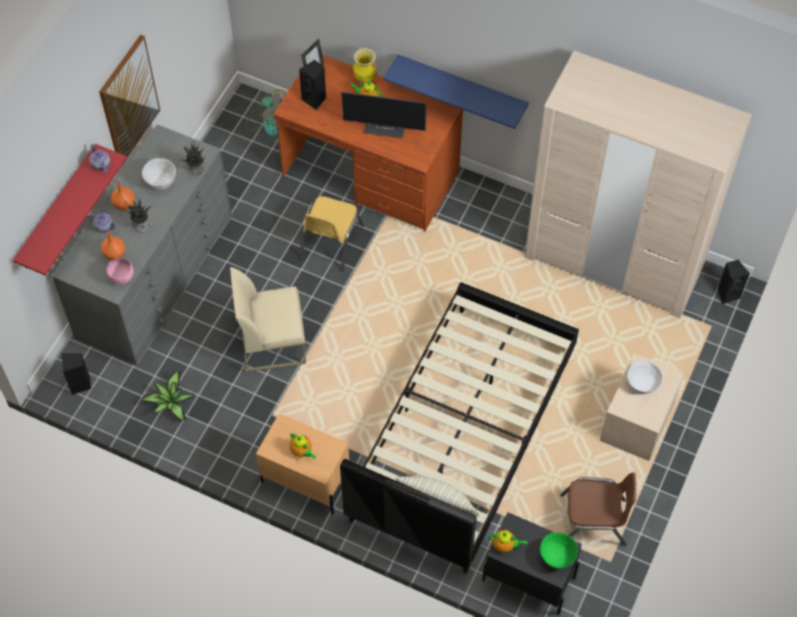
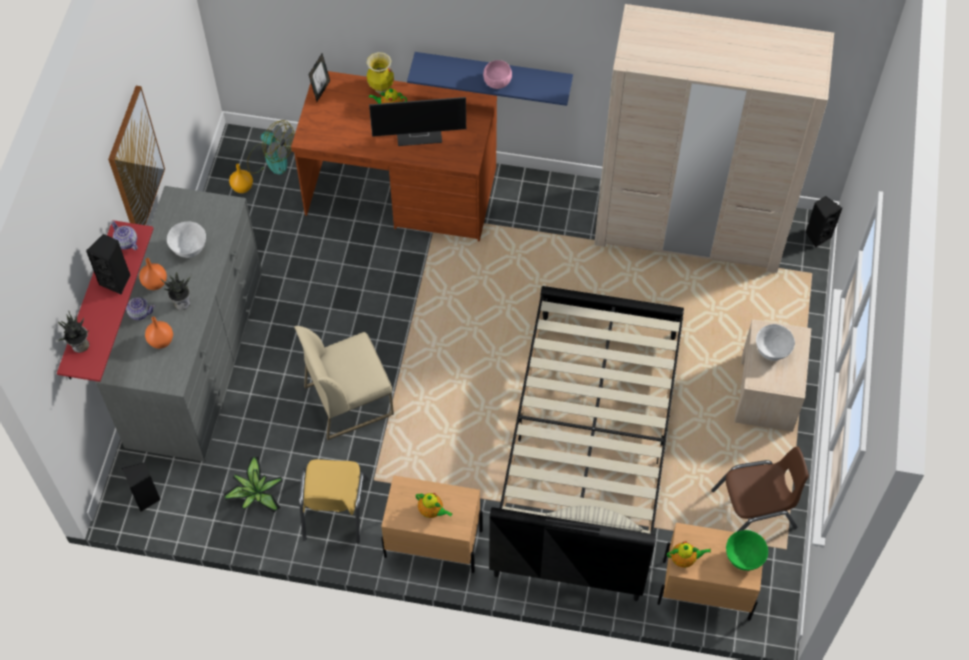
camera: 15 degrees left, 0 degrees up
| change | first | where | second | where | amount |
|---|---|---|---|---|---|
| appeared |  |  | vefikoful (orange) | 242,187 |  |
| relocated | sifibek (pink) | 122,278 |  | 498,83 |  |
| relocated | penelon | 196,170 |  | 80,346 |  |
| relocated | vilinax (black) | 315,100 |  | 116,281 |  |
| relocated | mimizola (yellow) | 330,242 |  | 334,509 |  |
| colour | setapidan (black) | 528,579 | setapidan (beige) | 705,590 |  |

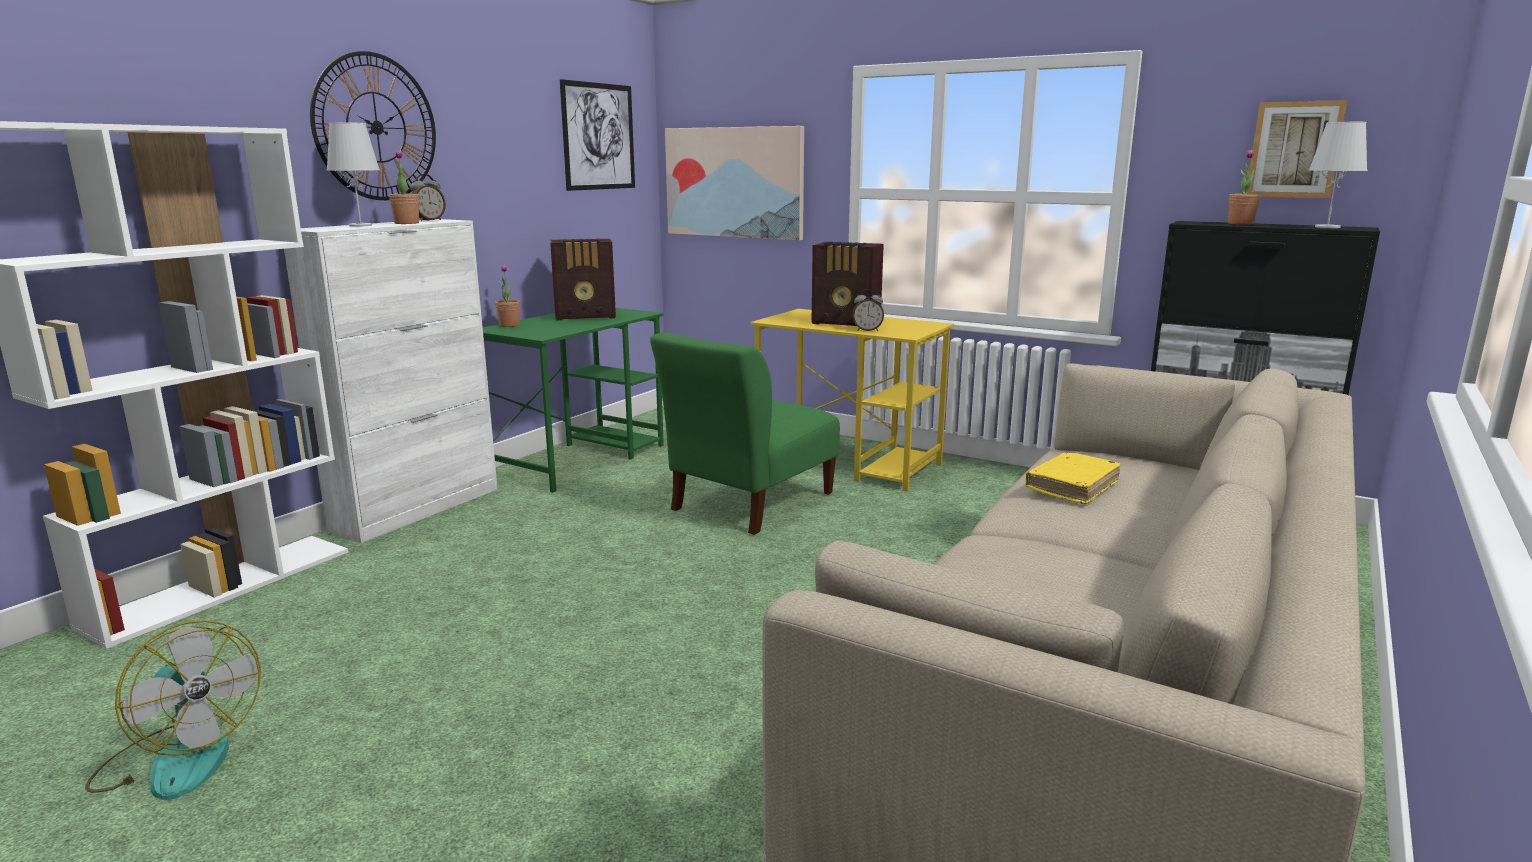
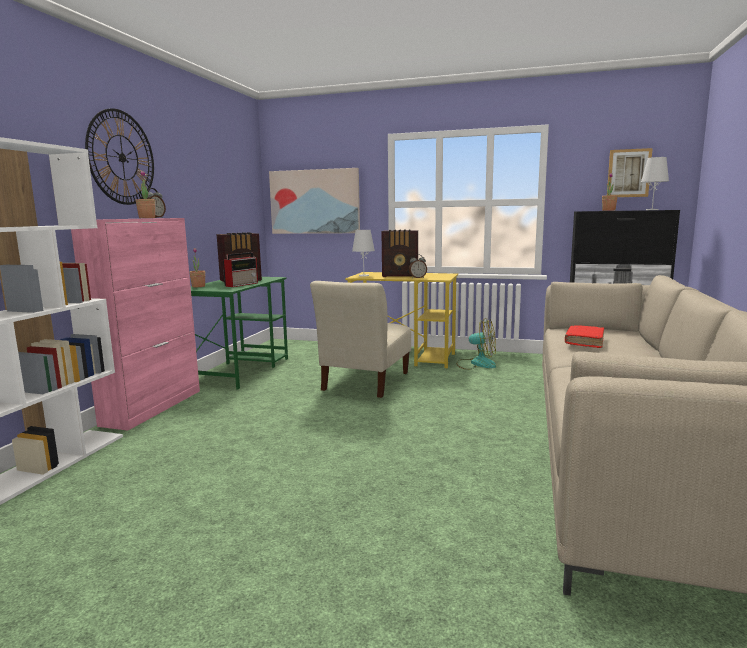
camera: 15 degrees left, 5 degrees down
| change | first | where | second | where | amount |
|---|---|---|---|---|---|
| missing | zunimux | 598,136 |  |  |  |
| appeared |  |  | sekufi | 242,284 |  |
| relocated | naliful | 179,759 |  | 476,363 |  |
| relocated | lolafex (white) | 360,225 |  | 364,275 |  |
| colour | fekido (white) | 418,509 | fekido (pink) | 153,407 |  |
| colour | mimizola (green) | 748,504 | mimizola (beige) | 364,383 |  |
| colour | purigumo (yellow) | 1072,487 | purigumo (red) | 584,342 |  |

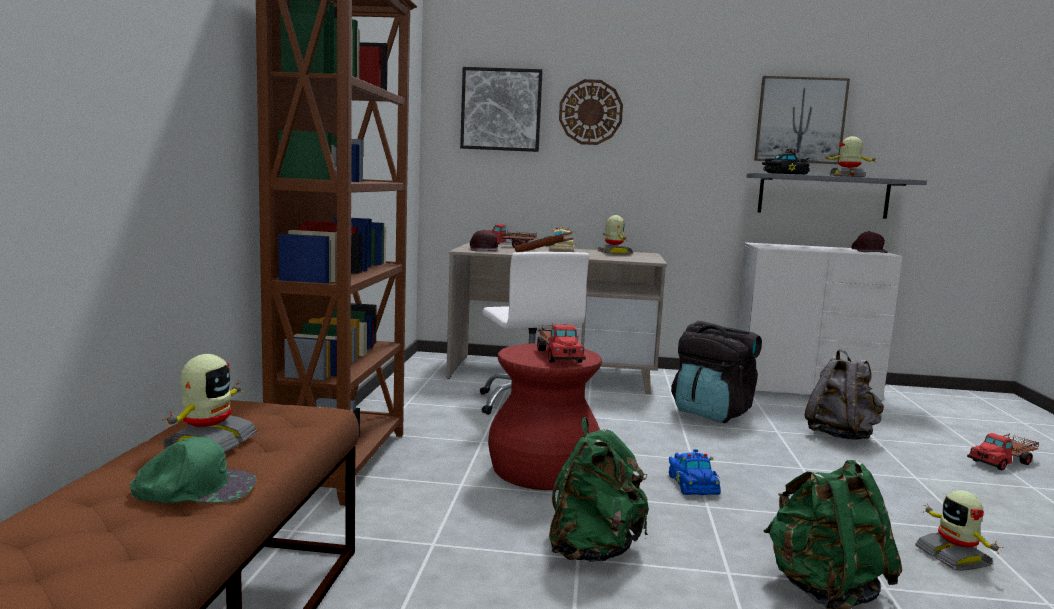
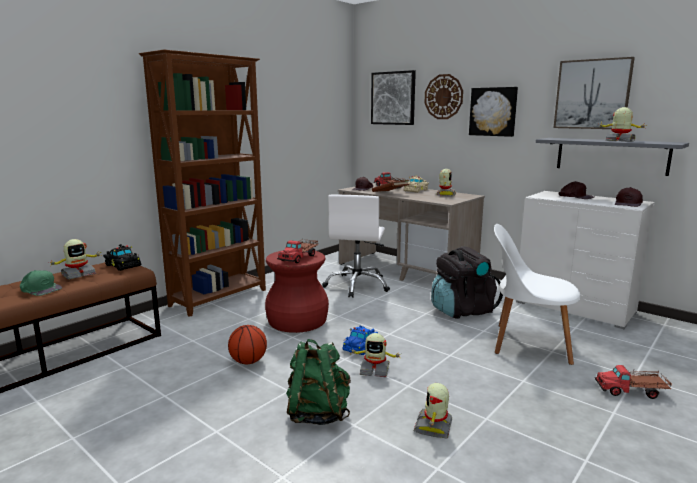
camera: 35 degrees right, 5 degrees up
| change | first | where | second | where | amount |
|---|---|---|---|---|---|
| appeared |  |  | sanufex | 374,370 |  |
| appeared |  |  | zunimux | 493,111 |  |
| appeared |  |  | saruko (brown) | 576,196 |  |
| relocated | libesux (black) | 784,174 |  | 123,265 |  |
| exchanged | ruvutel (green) | 593,550 | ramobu | 248,362 |  |
| exchanged | ruvutel (grey) | 840,435 | mimizola (white) | 528,343 |  |

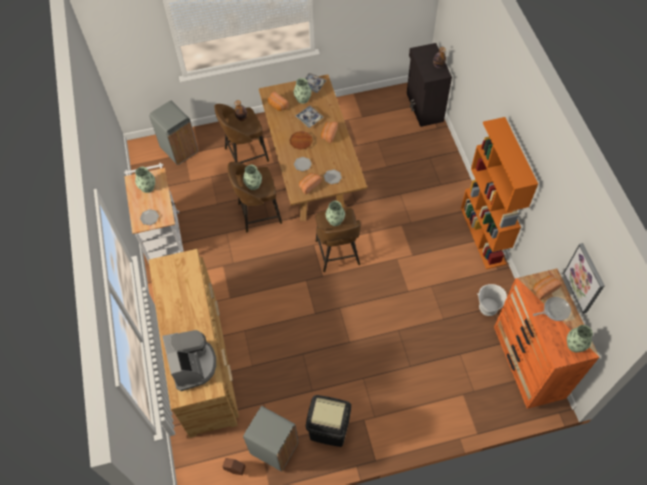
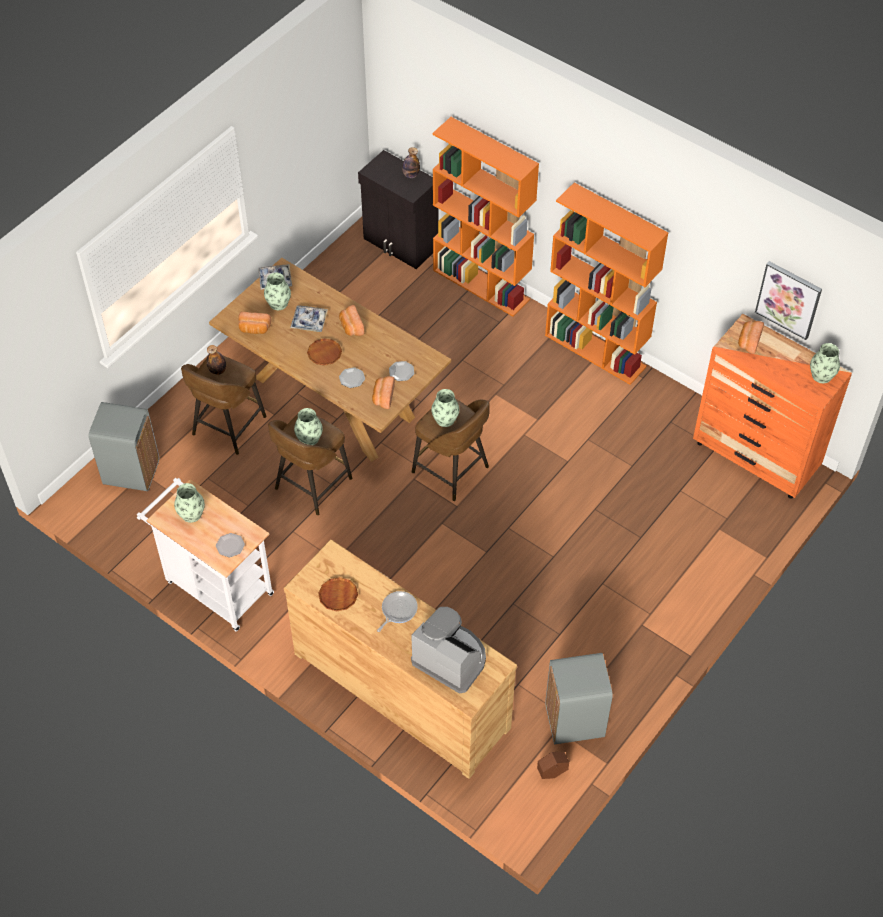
camera: 40 degrees left, 5 degrees down
| change | first | where | second | where | amount |
|---|---|---|---|---|---|
| missing | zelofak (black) | 329,429 |  |  |  |
| missing | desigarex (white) | 488,307 |  |  |  |
| appeared |  |  | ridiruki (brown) | 338,596 |  |
| appeared |  |  | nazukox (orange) | 482,285 |  |
| relocated | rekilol | 554,310 |  | 397,610 |  |

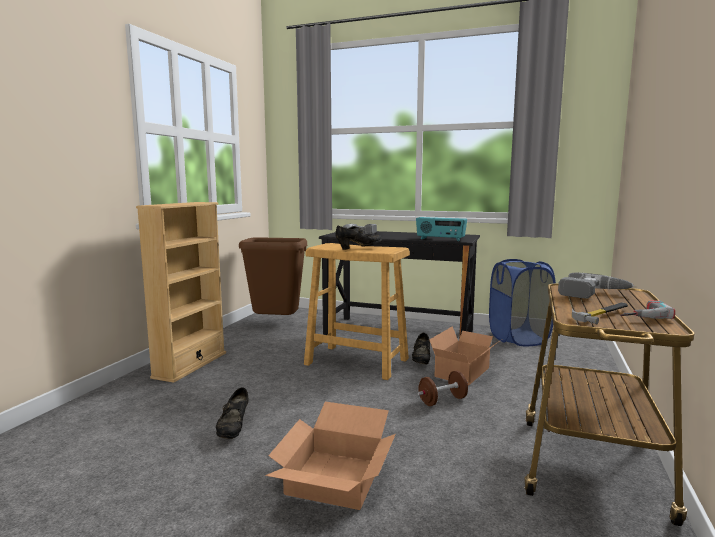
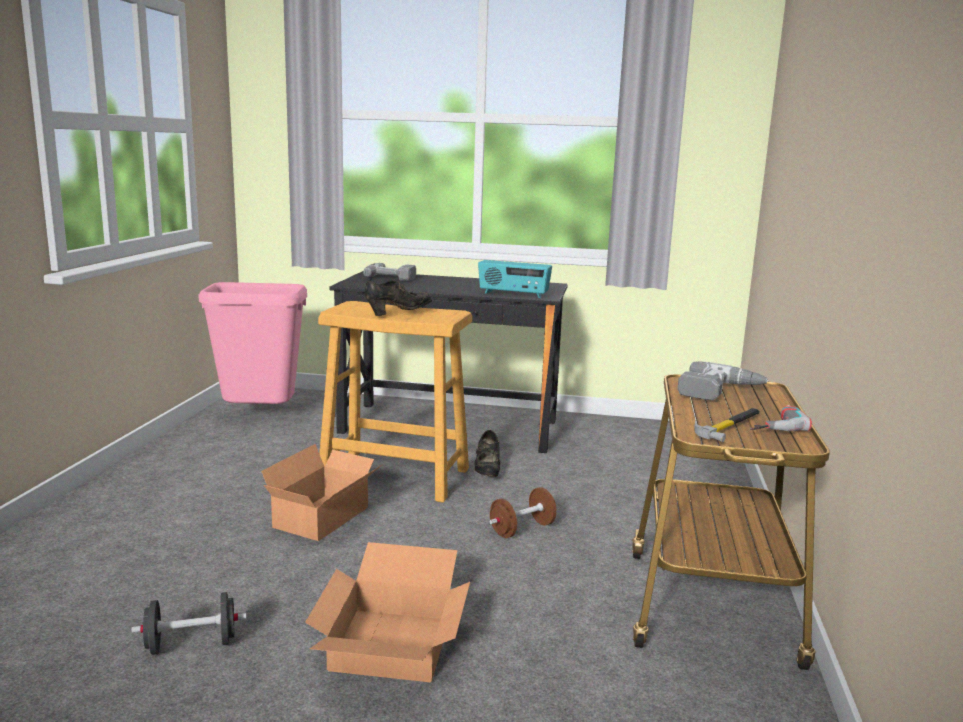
camera: 10 degrees left, 5 degrees up
| change | first | where | second | where | amount |
|---|---|---|---|---|---|
| missing | nazukox (beige) | 190,365 |  |  |  |
| missing | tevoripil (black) | 233,429 |  |  |  |
| missing | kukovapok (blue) | 518,338 |  |  |  |
| appeared |  |  | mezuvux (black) | 191,644 |  |
| relocated | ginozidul | 465,372 |  | 326,517 |  |
| colour | zelofak (brown) | 275,323 | zelofak (pink) | 258,417 |  |

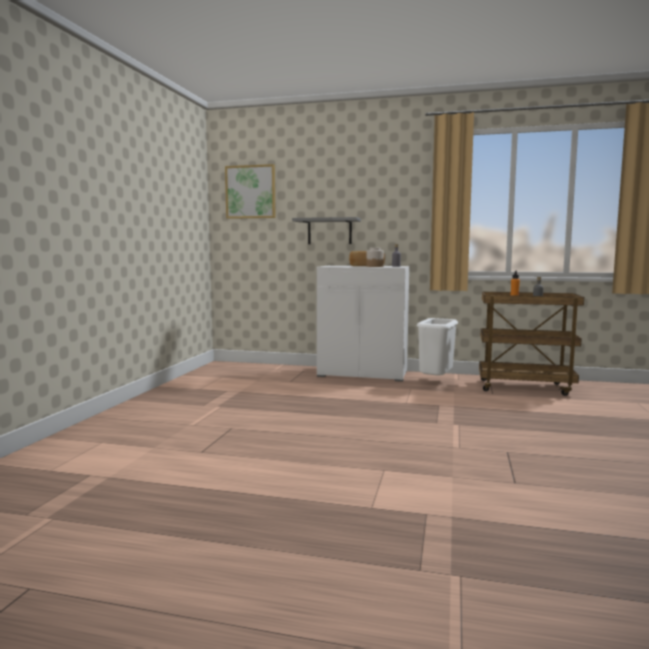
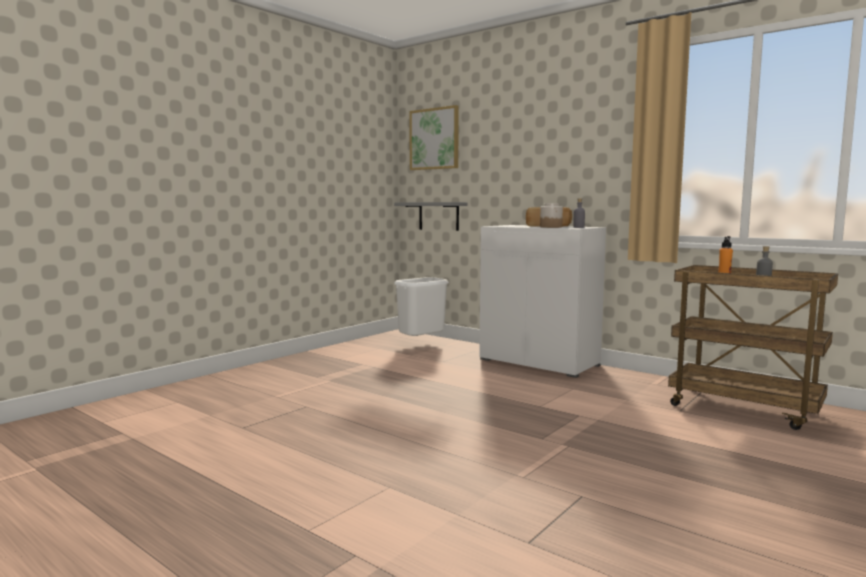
camera: 25 degrees right, 0 degrees up
| change | first | where | second | where | amount |
|---|---|---|---|---|---|
| relocated | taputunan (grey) | 329,231 |  | 439,216 |  |
| relocated | zelofak (white) | 435,382 |  | 421,344 |  |

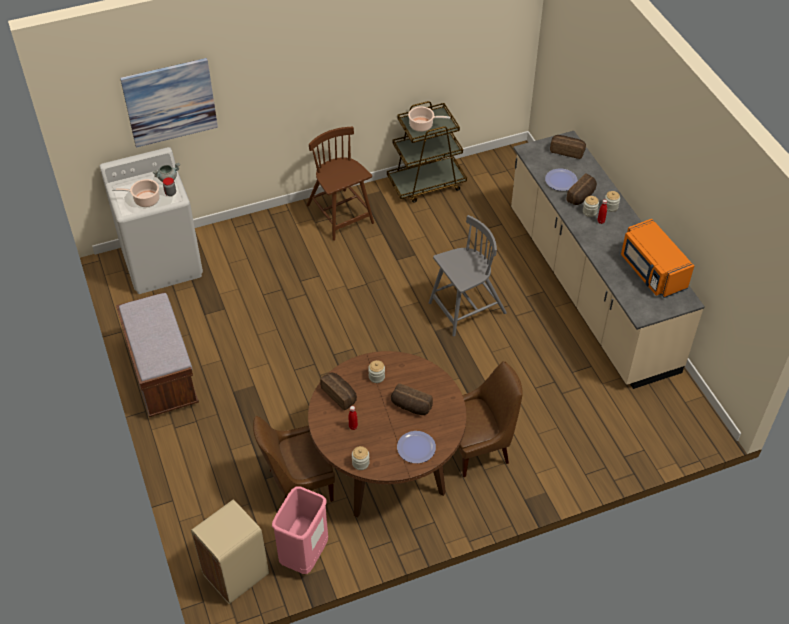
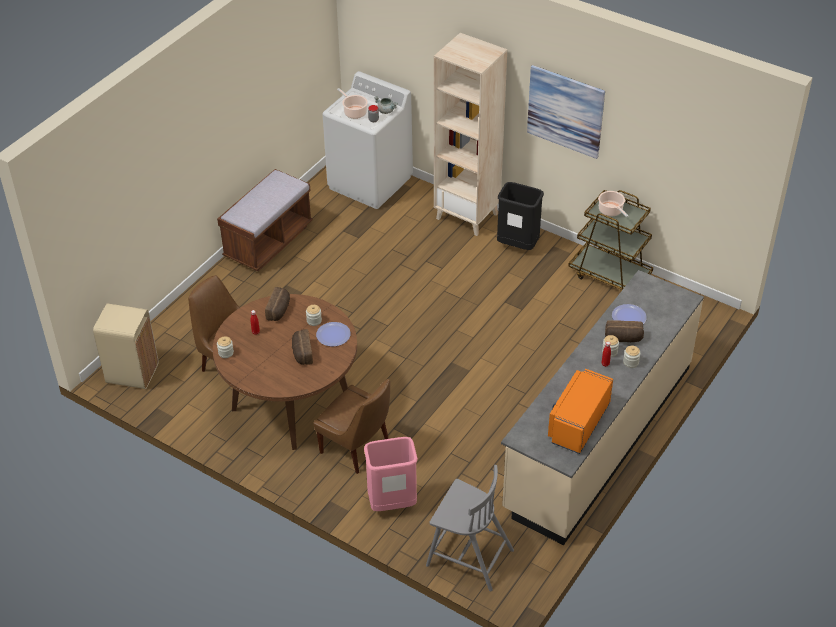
camera: 55 degrees right, 5 degrees down
| change | first | where | second | where | amount |
|---|---|---|---|---|---|
| missing | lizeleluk | 567,151 |  |  |  |
| appeared |  |  | nazukox (beige) | 467,216 |  |
| relocated | zunimux | 170,102 |  | 565,111 |  |
| relocated | zelofak (pink) | 304,556 |  | 392,504 |  |
| relocated | ridiruki | 416,448 |  | 333,335 |  |
| relocated | mimizola (grey) | 466,309 |  | 468,557 |  |
| exchanged | mimizola (brown) | 340,215 | zelofak (black) | 518,245 |  |

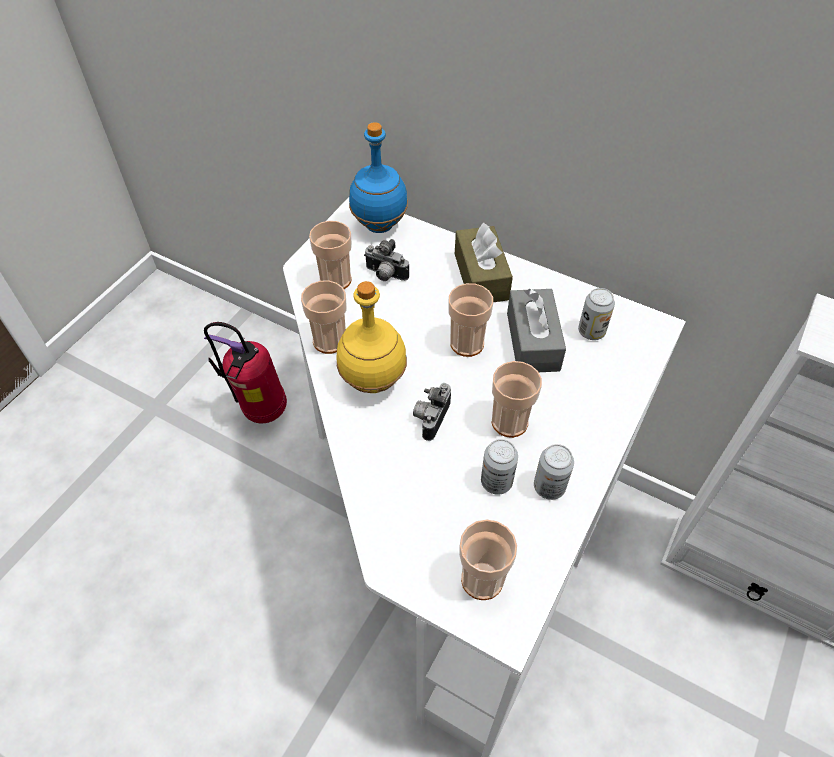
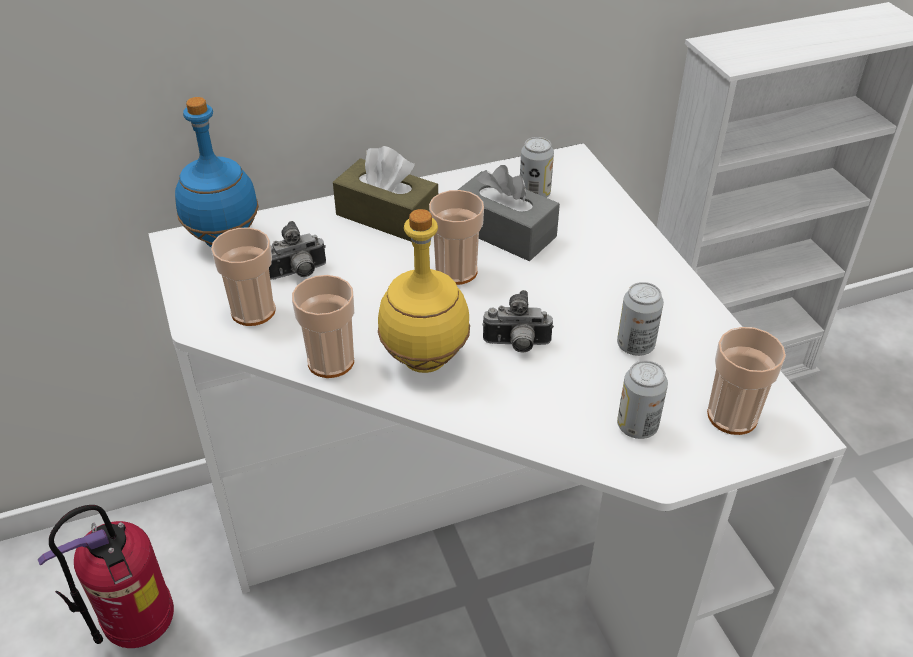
camera: 50 degrees left, 10 degrees down
| change | first | where | second | where | amount |
|---|---|---|---|---|---|
| missing | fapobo | 509,422 |  |  |  |
| relocated | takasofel | 549,487 |  | 637,426 |  |
| spun | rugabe | 431,418 |  | 516,345 | 60 degrees counterclockwise |

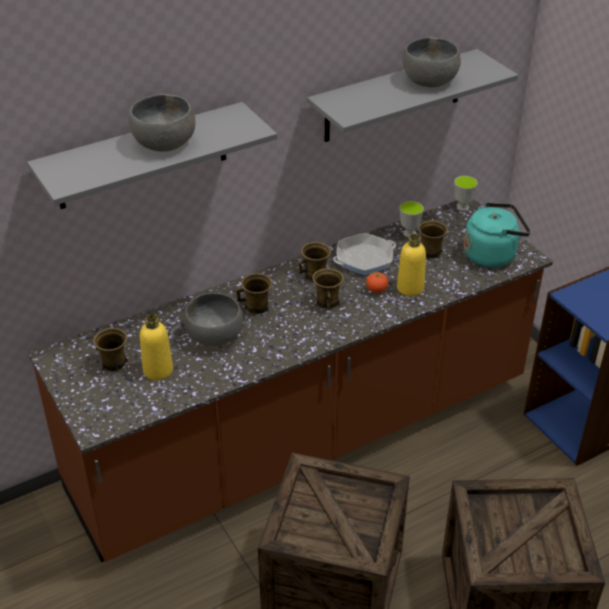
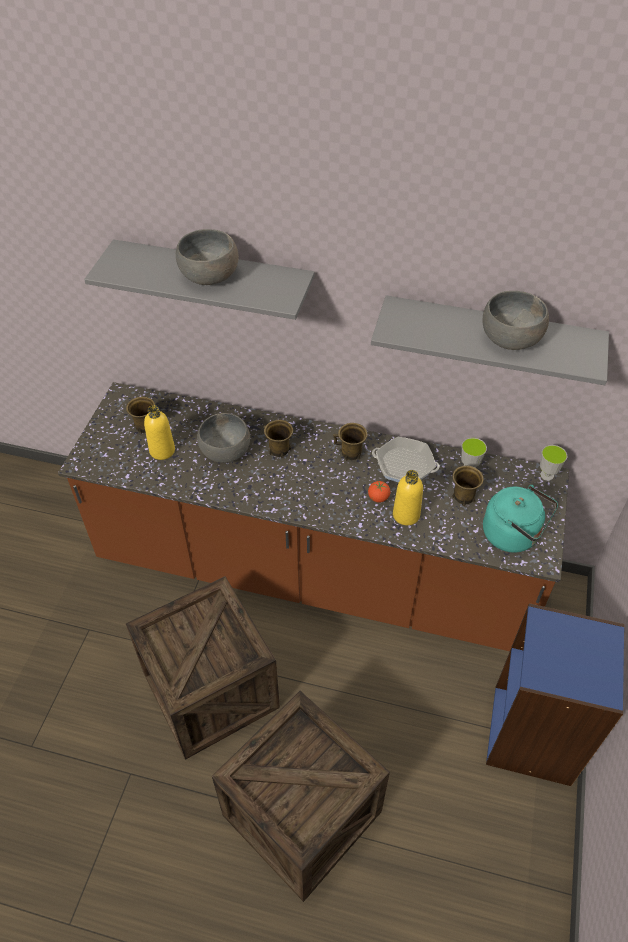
camera: 45 degrees right, 10 degrees up
| change | first | where | second | where | amount |
|---|---|---|---|---|---|
| missing | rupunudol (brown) | 328,302 |  |  |  |

